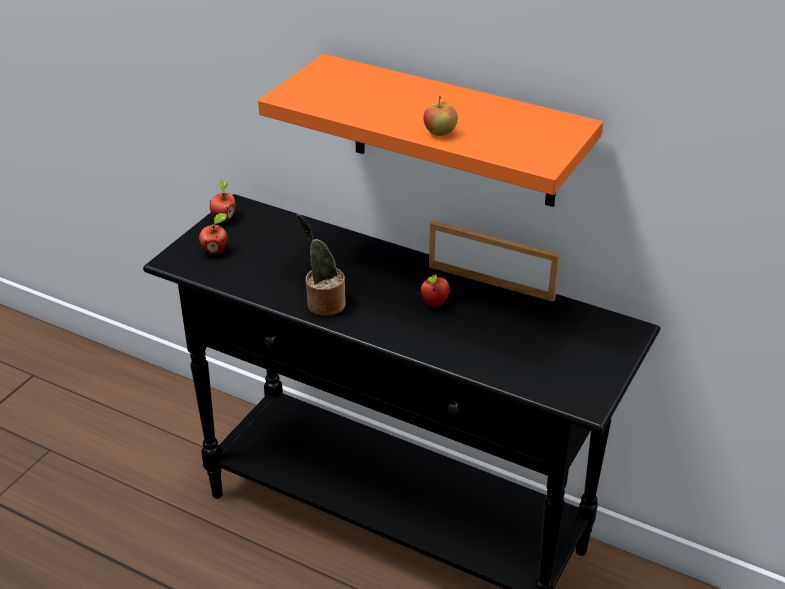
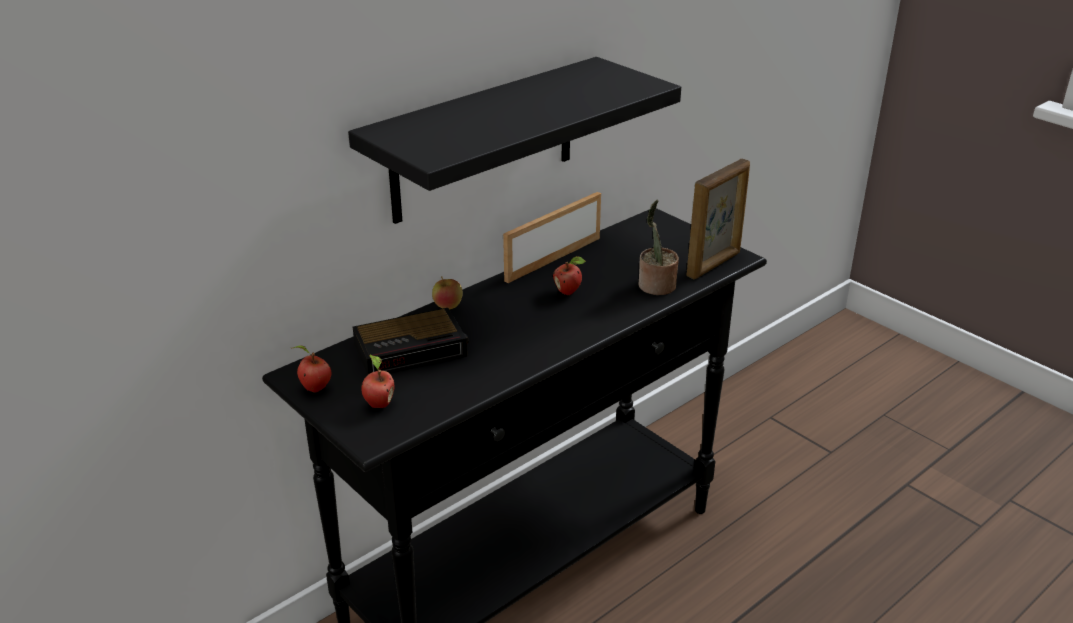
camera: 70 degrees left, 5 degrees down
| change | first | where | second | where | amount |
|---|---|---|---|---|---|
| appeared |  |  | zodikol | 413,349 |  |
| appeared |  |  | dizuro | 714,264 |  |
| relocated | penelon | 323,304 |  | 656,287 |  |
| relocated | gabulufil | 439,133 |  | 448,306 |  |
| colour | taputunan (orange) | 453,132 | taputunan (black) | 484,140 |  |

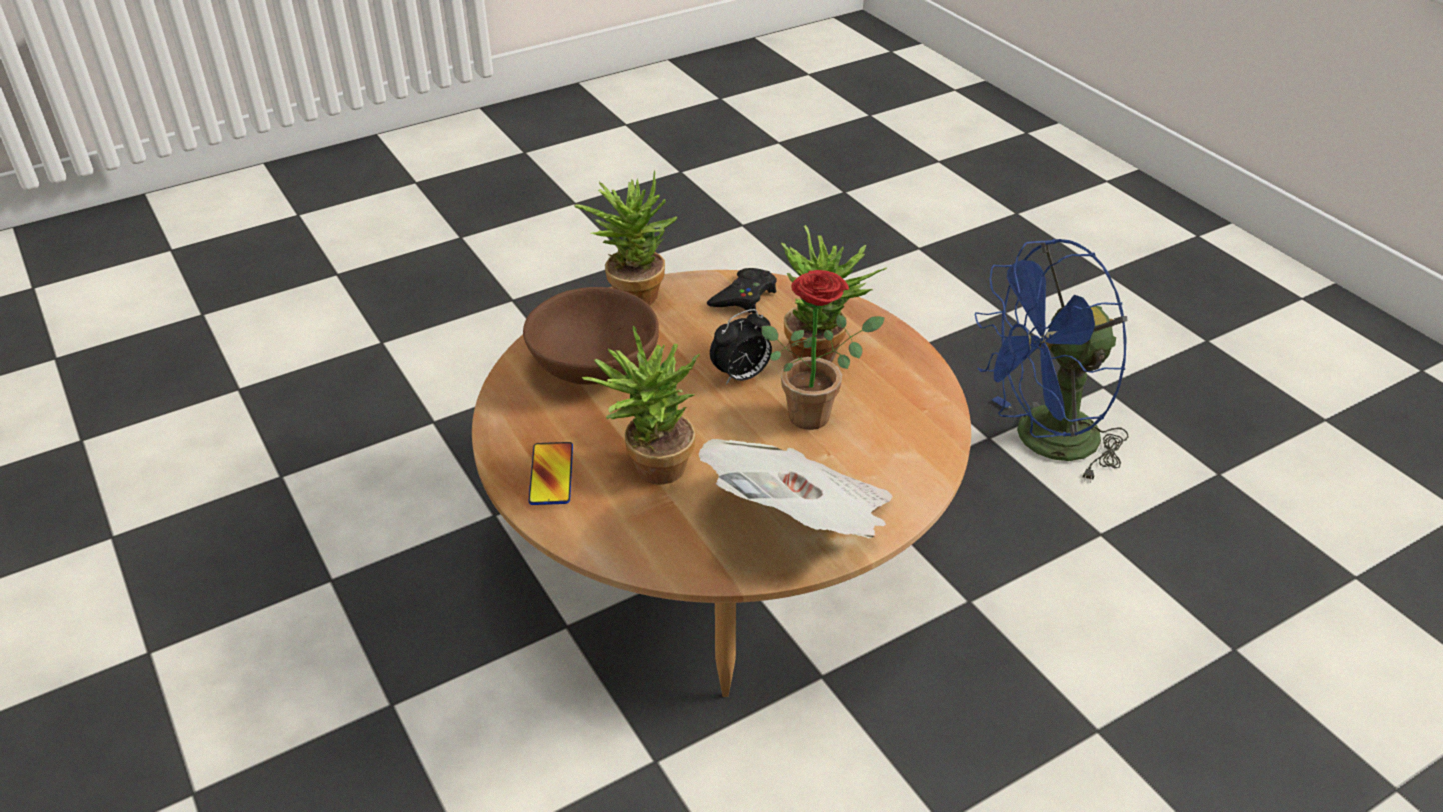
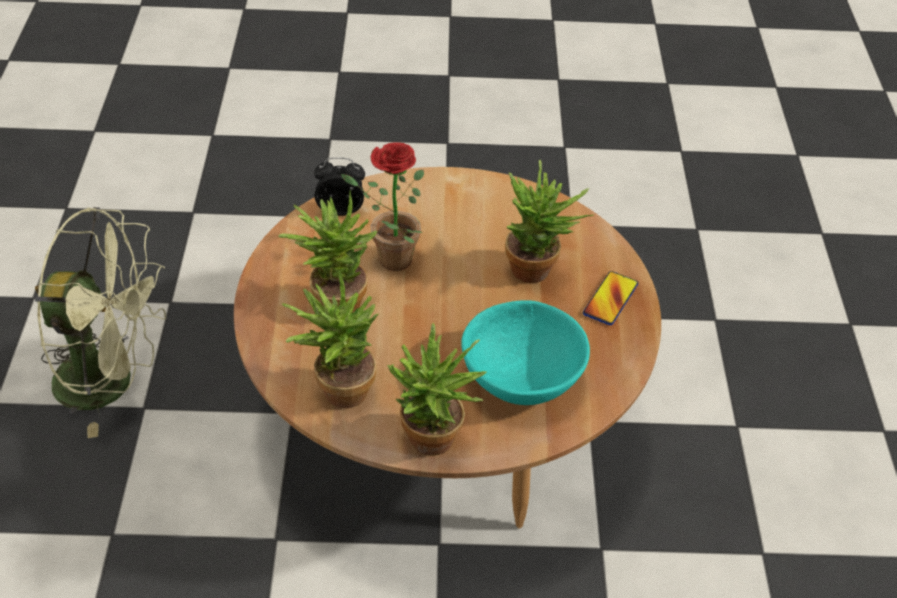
camera: 150 degrees left, 5 degrees up
| change | first | where | second | where | amount |
|---|---|---|---|---|---|
| missing | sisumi | 801,523 |  |  |  |
| relocated | zodikol | 741,376 |  | 341,210 |  |
| exchanged | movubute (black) | 744,297 | penelon | 337,389 |  |
| colour | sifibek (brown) | 595,367 | sifibek (turquoise) | 520,376 |  |
| colour | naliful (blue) | 1042,442 | naliful (green) | 111,382 |  |

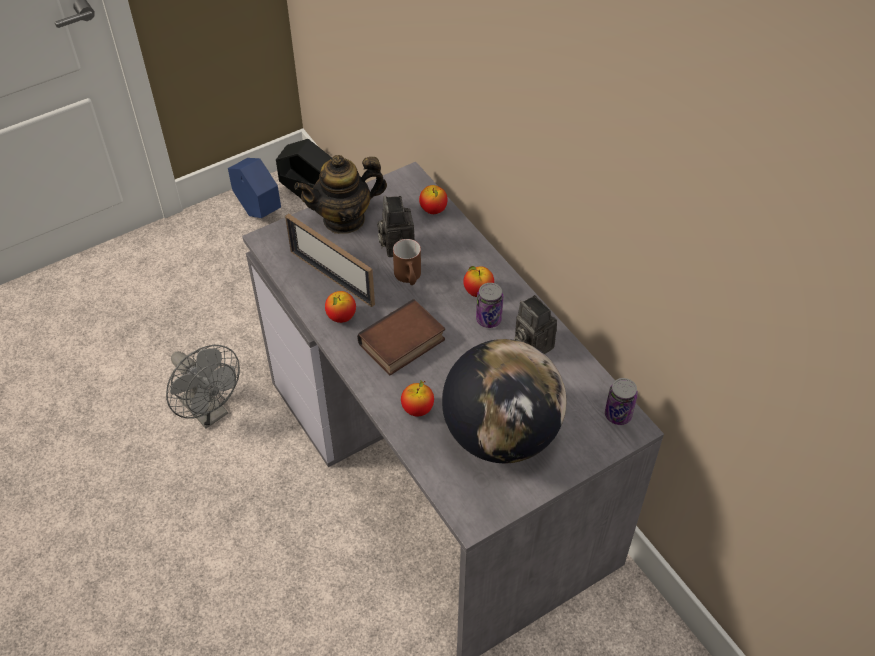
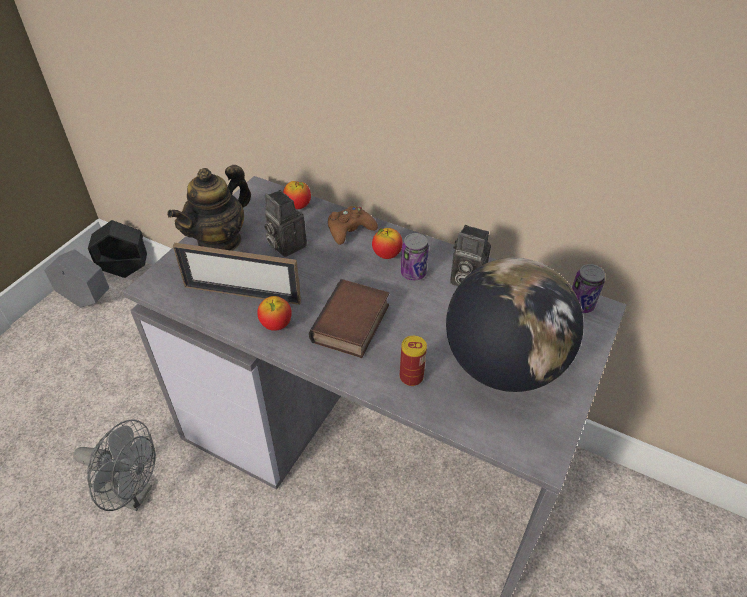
camera: 30 degrees left, 5 degrees down
| change | first | where | second | where | amount |
|---|---|---|---|---|---|
| missing | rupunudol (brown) | 409,278 |  |  |  |
| appeared |  |  | movubute (brown) | 350,230 |  |
| exchanged | gabulufil | 417,409 | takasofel | 411,377 |  |
| colour | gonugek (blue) | 258,210 | gonugek (grey) | 87,300 |  |

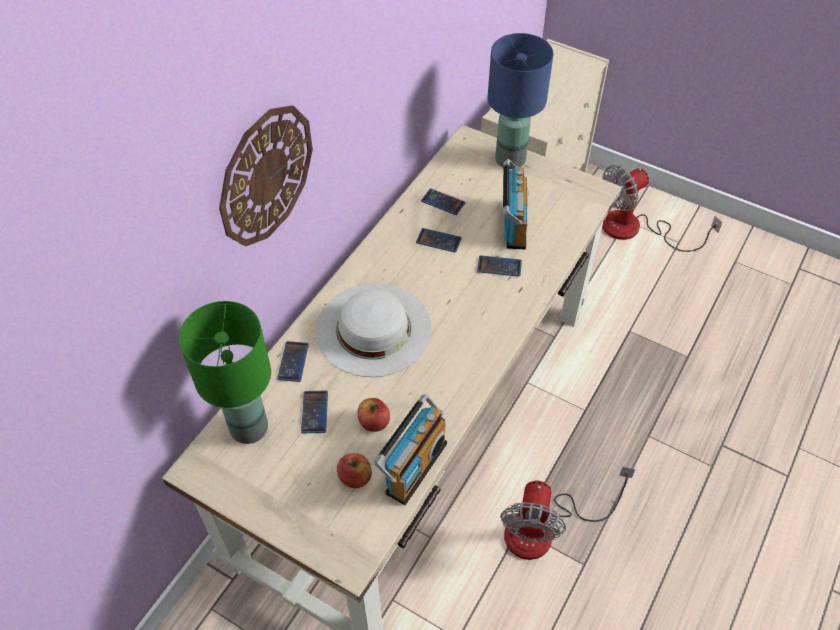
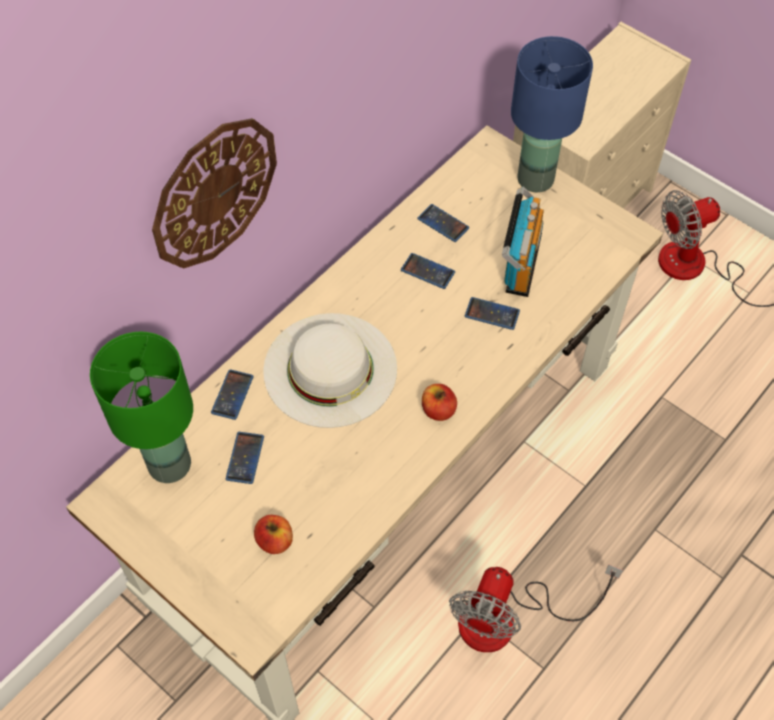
camera: 10 degrees right, 5 degrees up
| change | first | where | second | where | amount |
|---|---|---|---|---|---|
| missing | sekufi | 413,466 |  |  |  |
| relocated | gabulufil | 374,422 |  | 438,410 |  |

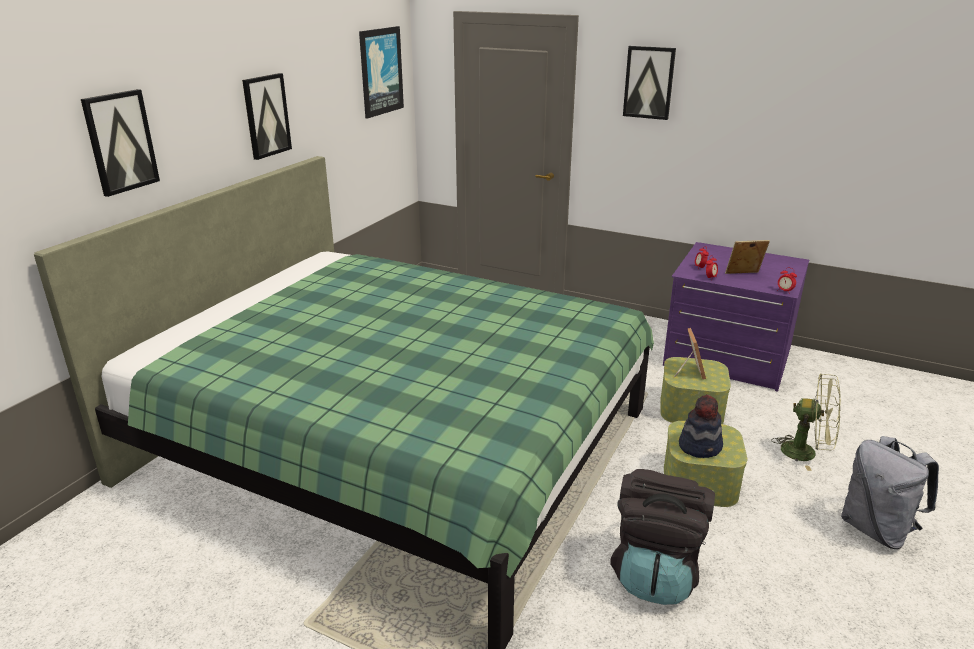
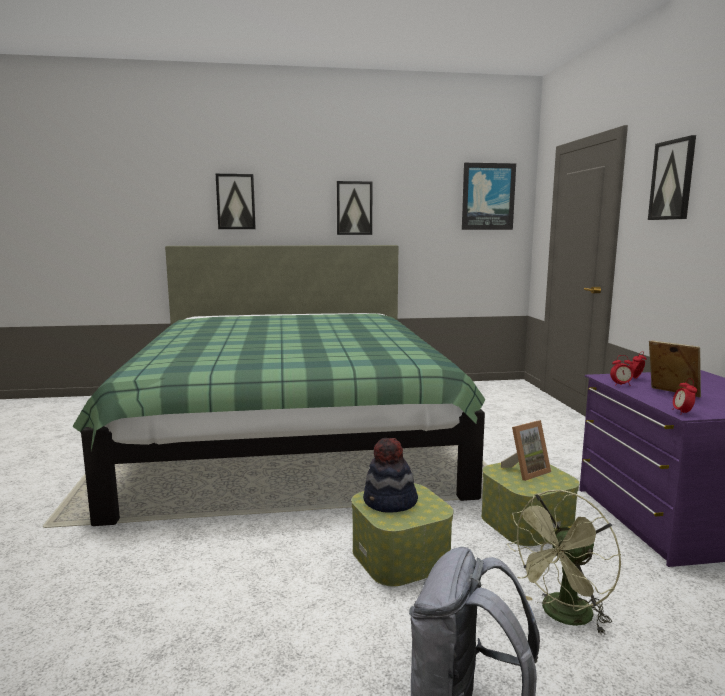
camera: 55 degrees right, 15 degrees down
| change | first | where | second | where | amount |
|---|---|---|---|---|---|
| missing | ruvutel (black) | 656,572 |  |  |  |
| spun | naliful (green) | 806,453 |  | 562,616 | 60 degrees clockwise |

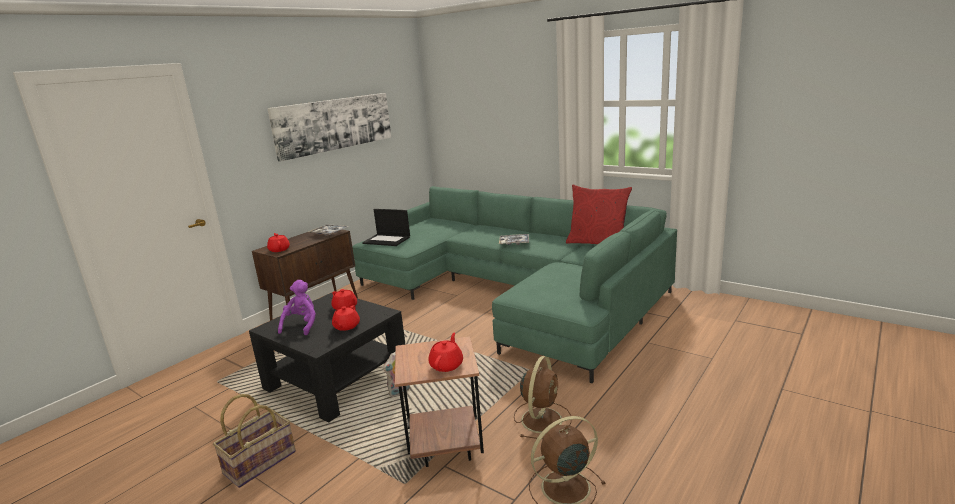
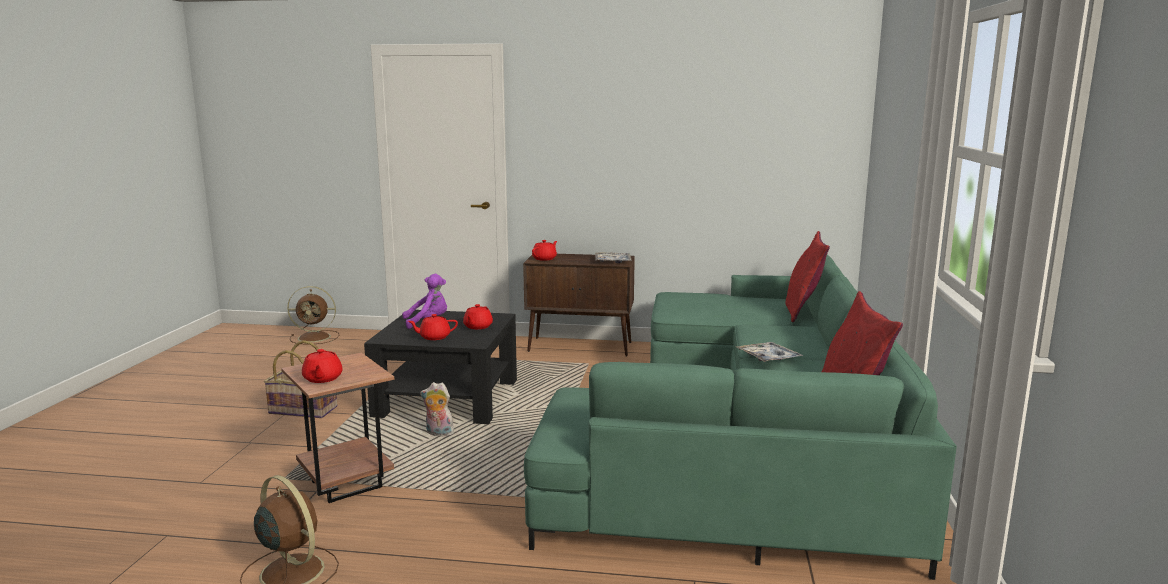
camera: 60 degrees right, 5 degrees down
| change | first | where | second | where | amount |
|---|---|---|---|---|---|
| missing | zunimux | 334,124 |  |  |  |
| missing | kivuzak | 387,240 |  |  |  |
| appeared |  |  | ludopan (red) | 803,311 |  |
| relocated | naliful (brown) | 542,419 |  | 316,337 |  |
| spun | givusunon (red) | 447,365 |  | 322,379 | 90 degrees clockwise |

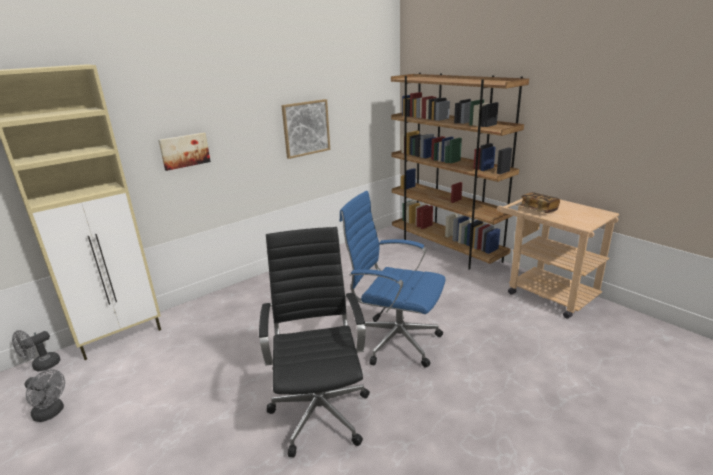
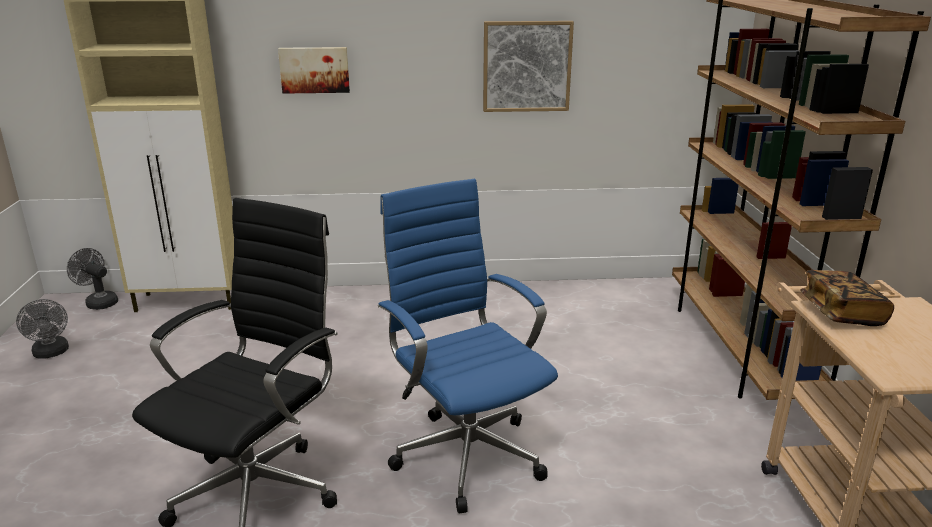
camera: 35 degrees right, 0 degrees up
| change | first | where | second | where | amount |
|---|---|---|---|---|---|
| spun | naliful (grey) | 42,366 |  | 98,302 | 45 degrees clockwise |

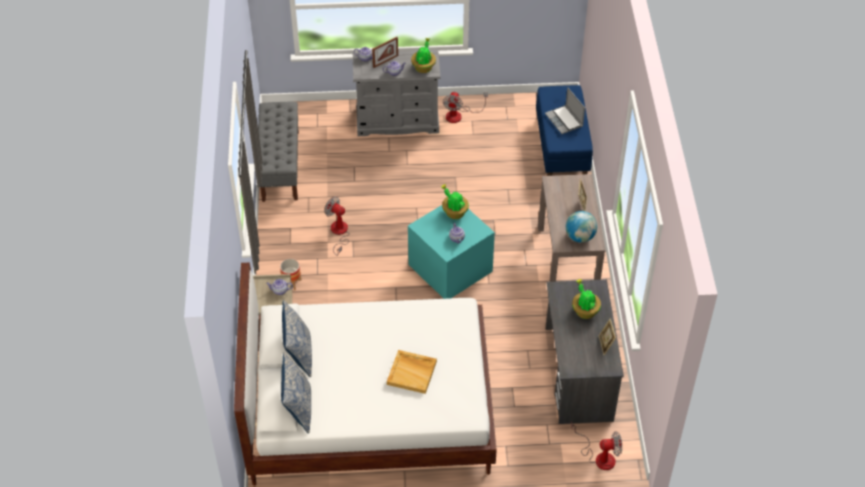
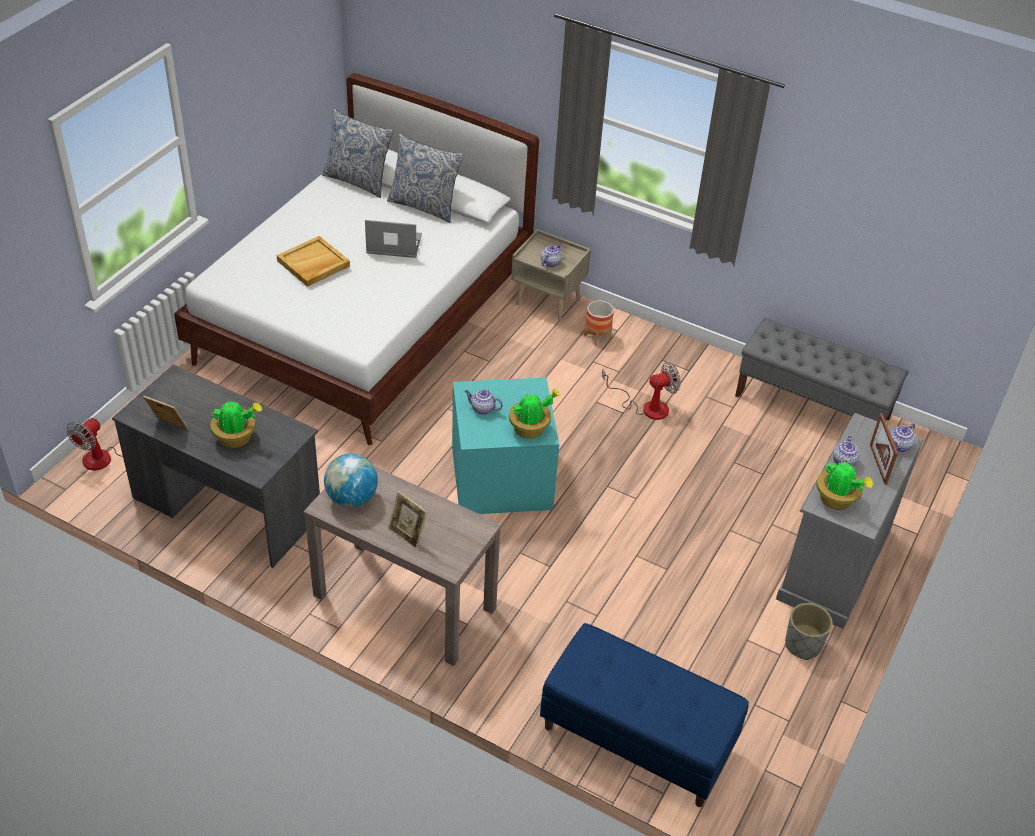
camera: 120 degrees right, 5 degrees down
| change | first | where | second | where | amount |
|---|---|---|---|---|---|
| relocated | kivuzak | 564,120 |  | 393,245 |  |
| exchanged | naliful | 459,115 | gonugek (grey) | 803,645 |  |

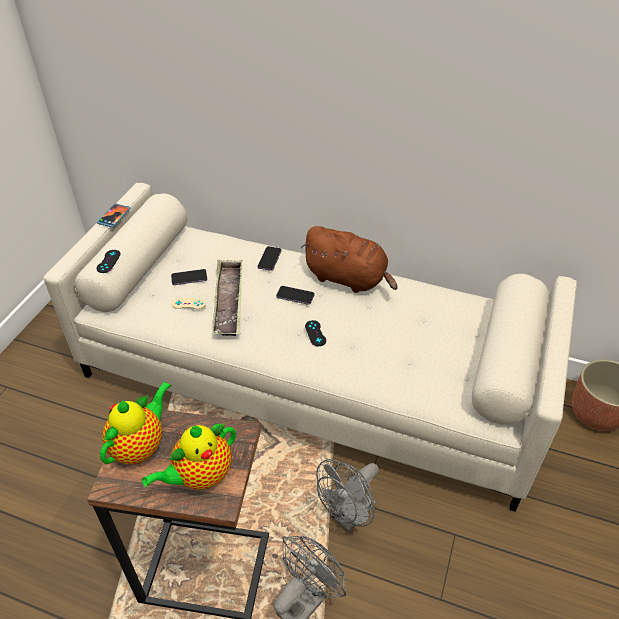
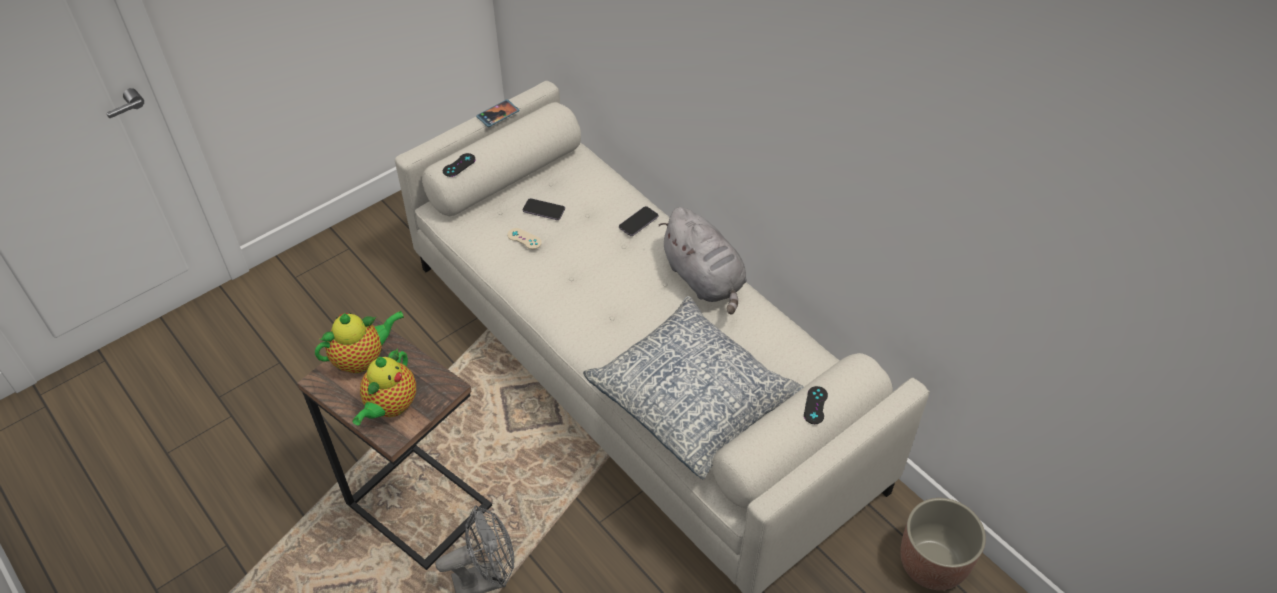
camera: 30 degrees right, 5 degrees up
| change | first | where | second | where | amount |
|---|---|---|---|---|---|
| missing | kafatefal | 229,301 |  |  |  |
| missing | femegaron | 295,296 |  |  |  |
| missing | naliful (grey) | 348,516 |  |  |  |
| appeared |  |  | ludopan | 693,398 |  |
| relocated | movubute (black) | 315,333 |  | 815,405 |  |
| colour | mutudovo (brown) | 348,279 | mutudovo (grey) | 705,280 |  |
| spun | givusunon | 200,476 |  | 390,407 | 60 degrees counterclockwise |

